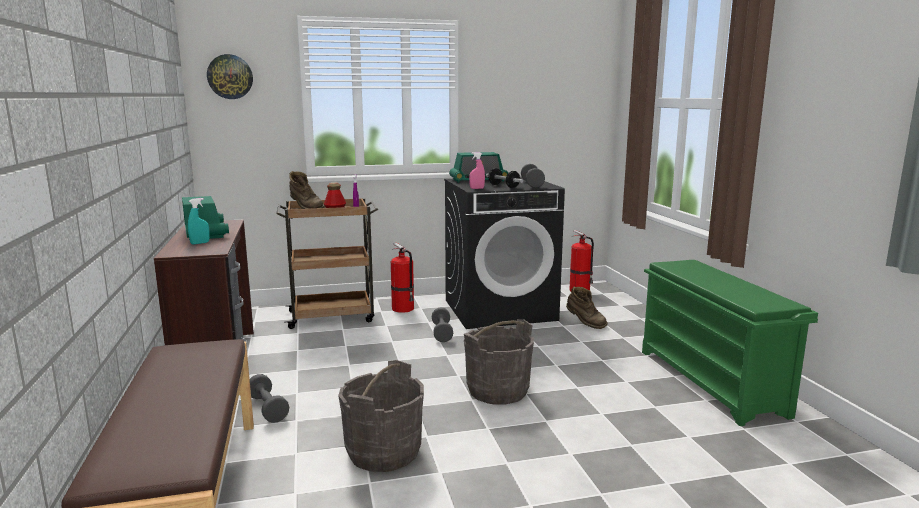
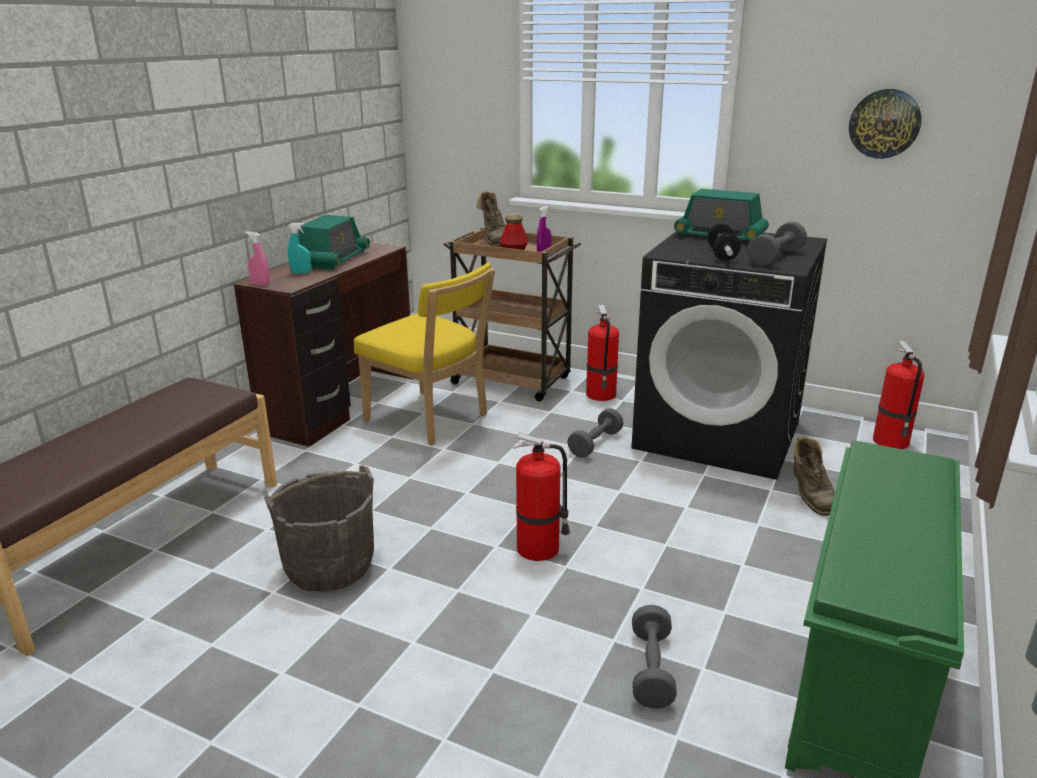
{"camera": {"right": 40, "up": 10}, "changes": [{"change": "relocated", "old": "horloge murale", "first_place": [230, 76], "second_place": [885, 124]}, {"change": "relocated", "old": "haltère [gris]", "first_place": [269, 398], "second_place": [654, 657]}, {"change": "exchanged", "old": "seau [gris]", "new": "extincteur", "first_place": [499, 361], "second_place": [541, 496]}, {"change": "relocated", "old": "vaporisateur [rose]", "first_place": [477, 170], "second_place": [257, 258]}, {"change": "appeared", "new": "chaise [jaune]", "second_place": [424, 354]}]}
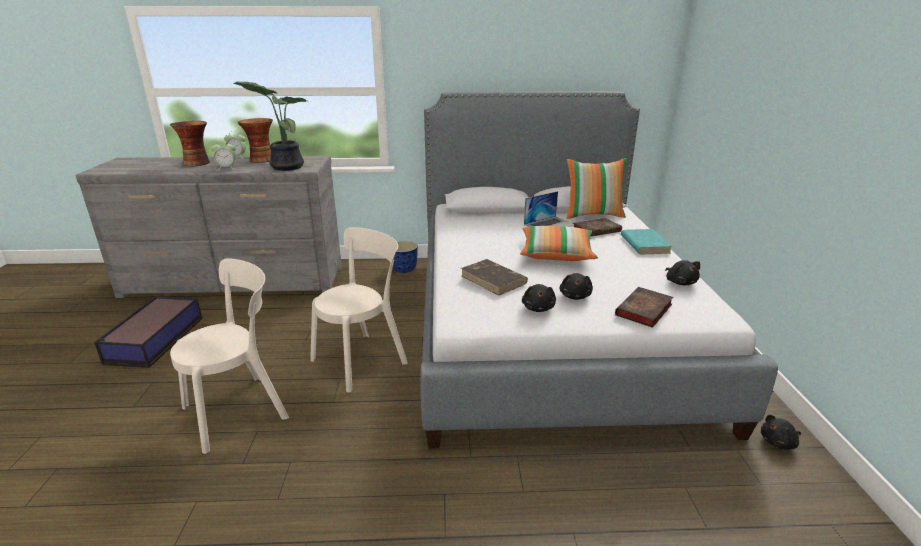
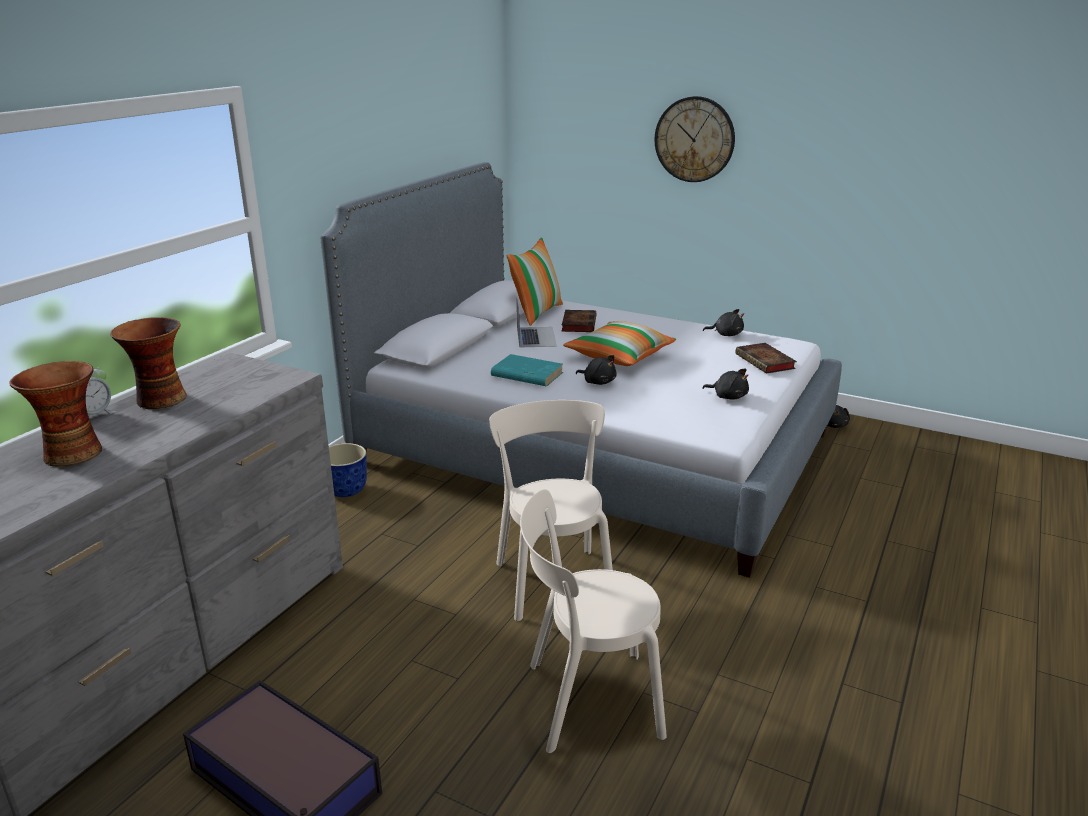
{"camera": {"right": -60, "up": 0}, "changes": [{"change": "spun", "old": "chaise [beige]", "first_place": [229, 356], "second_place": [593, 621], "degrees": -90}, {"change": "missing", "old": "réveil", "first_place": [223, 155]}, {"change": "missing", "old": "plante en pot", "first_place": [270, 126]}, {"change": "missing", "old": "livre [marron]", "first_place": [494, 277]}, {"change": "relocated", "old": "peluche [noir]", "first_place": [576, 286], "second_place": [596, 370]}, {"change": "relocated", "old": "livre [turquoise]", "first_place": [646, 241], "second_place": [527, 370]}, {"change": "appeared", "new": "horloge murale", "second_place": [694, 139]}]}
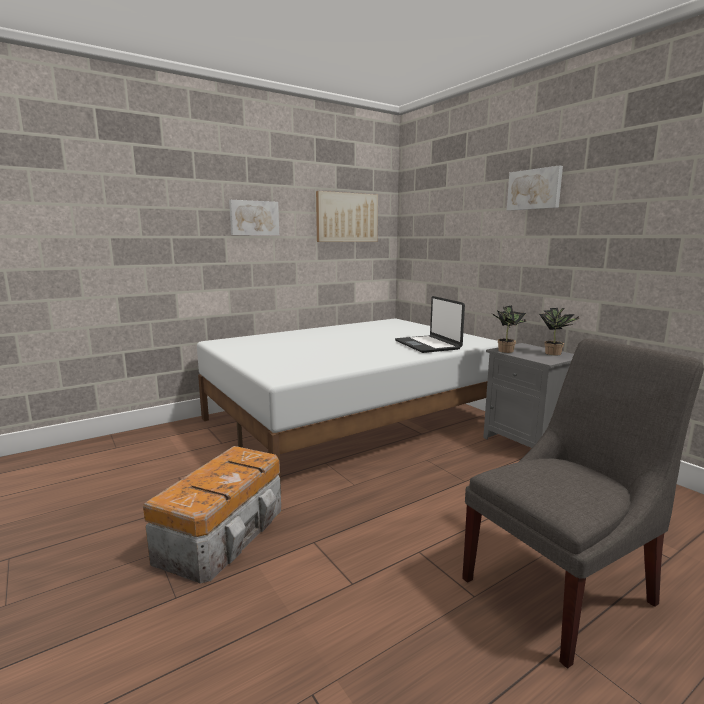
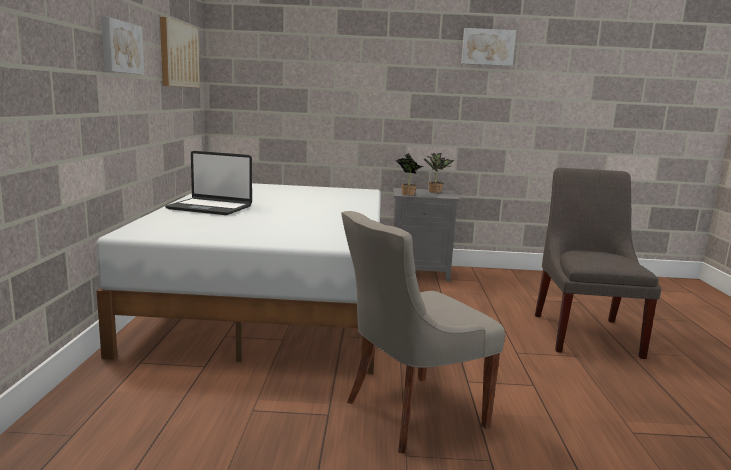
{"camera": {"right": -55, "up": 0}, "changes": [{"change": "exchanged", "old": "boîte de rangement", "new": "chaise [gris]", "first_place": [212, 515], "second_place": [423, 332]}, {"change": "relocated", "old": "ordinateur portable", "first_place": [430, 324], "second_place": [208, 183]}, {"change": "relocated", "old": "tableau", "first_place": [535, 188], "second_place": [488, 47]}]}
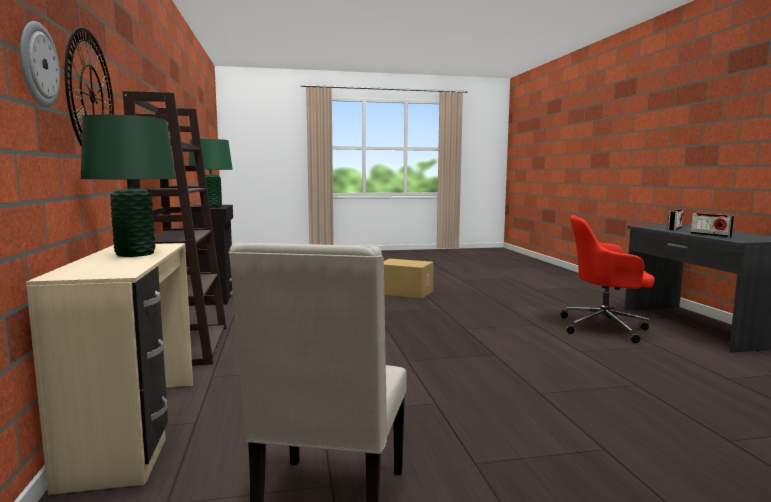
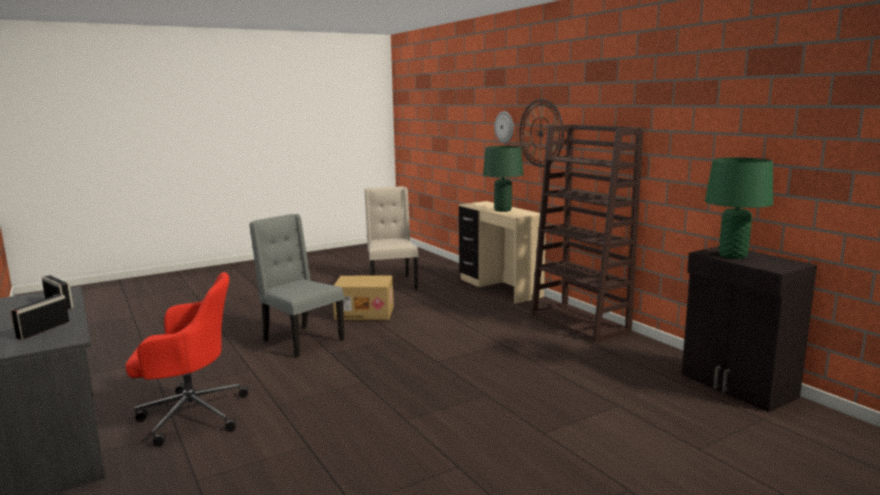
{"camera": {"right": 160, "up": 5}, "changes": [{"change": "relocated", "old": "carton", "first_place": [409, 279], "second_place": [363, 297]}, {"change": "appeared", "new": "chaise [gris]", "second_place": [296, 285]}]}
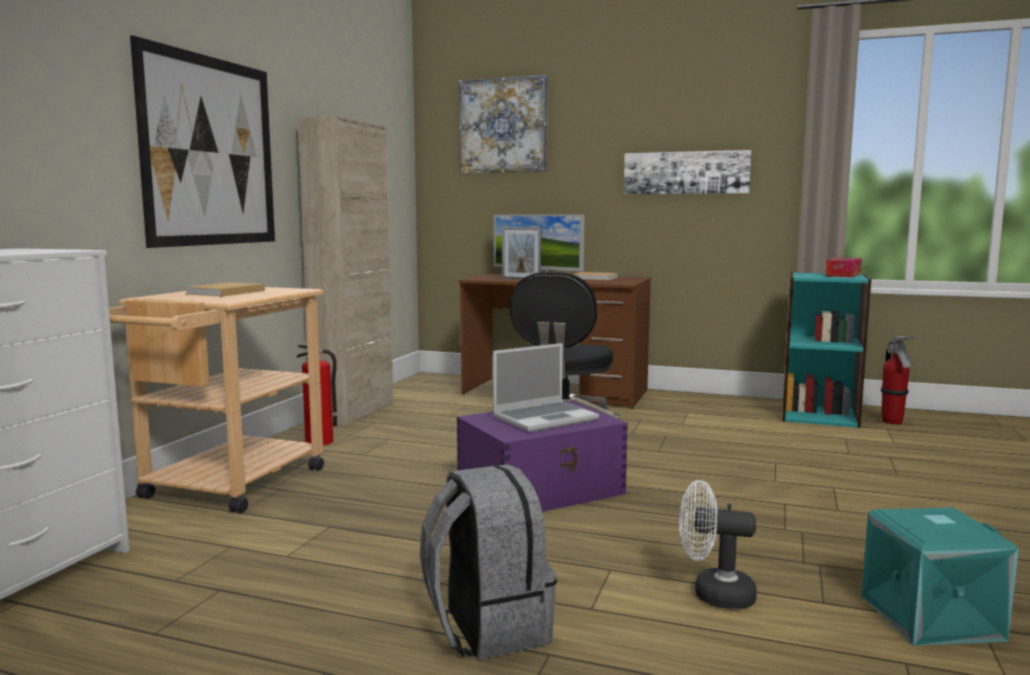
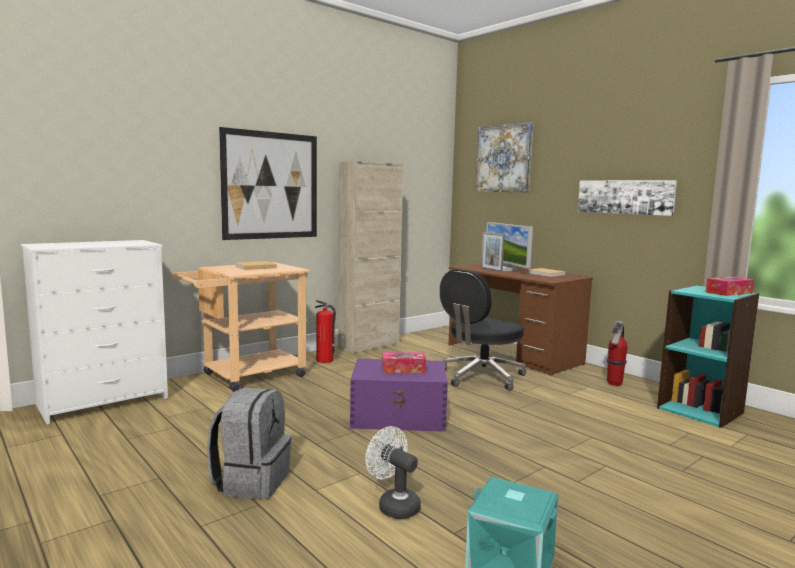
{"camera": {"right": 30, "up": 0}, "changes": [{"change": "exchanged", "old": "ordinateur portable", "new": "boîte à mouchoirs", "first_place": [546, 387], "second_place": [404, 362]}, {"change": "relocated", "old": "extincteur", "first_place": [898, 380], "second_place": [617, 353]}]}
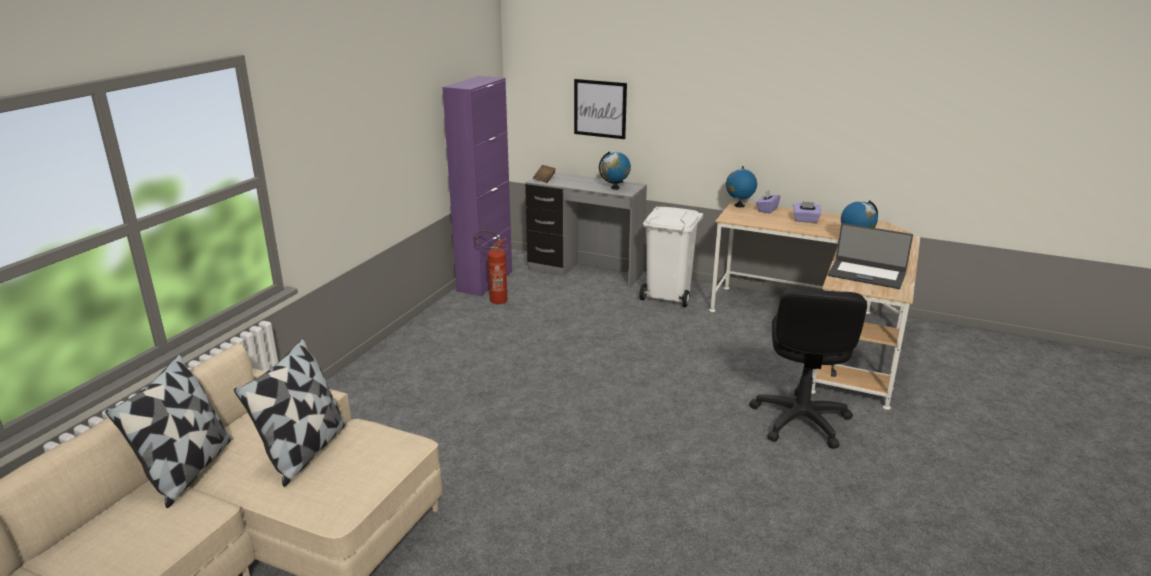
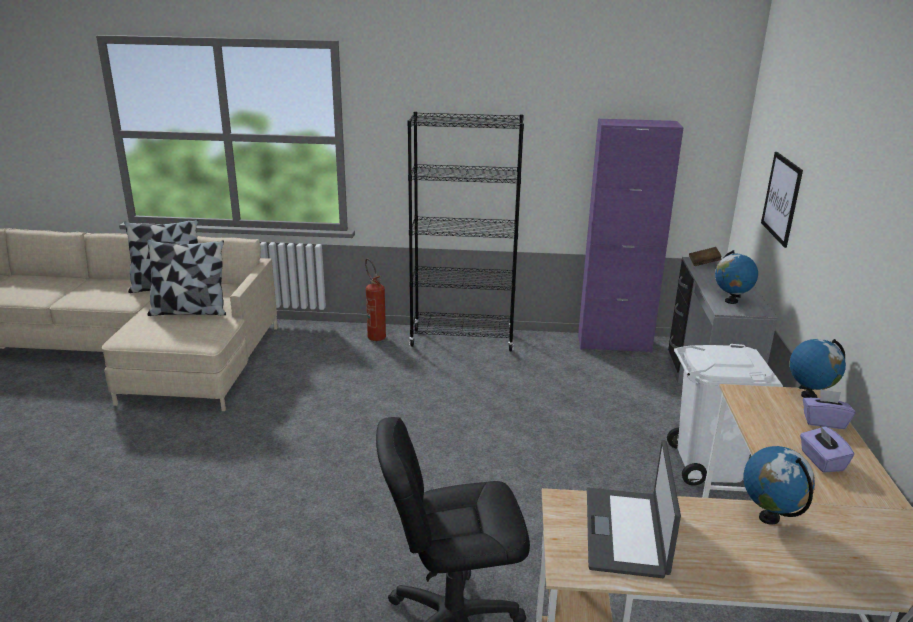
{"camera": {"right": 70, "up": 0}, "changes": [{"change": "relocated", "old": "extincteur", "first_place": [491, 267], "second_place": [375, 299]}, {"change": "appeared", "new": "bibliothèque [noir]", "second_place": [465, 231]}]}
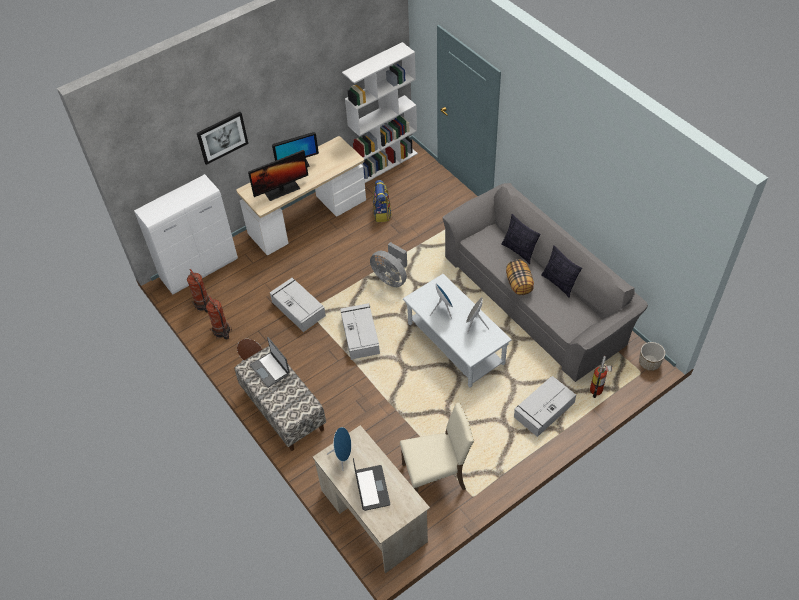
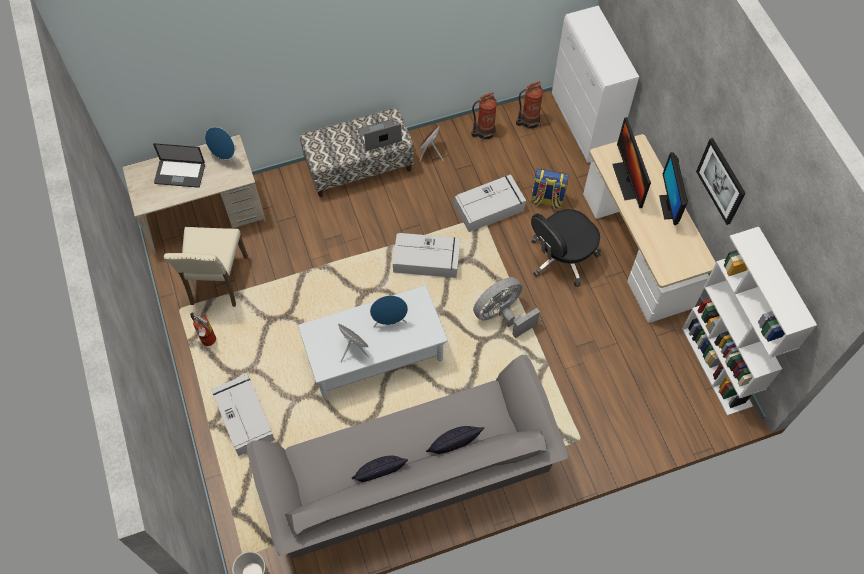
{"camera": {"right": 105, "up": 10}, "changes": [{"change": "relocated", "old": "tableau", "first_place": [223, 138], "second_place": [721, 181]}, {"change": "relocated", "old": "sac à dos", "first_place": [382, 201], "second_place": [550, 189]}, {"change": "missing", "old": "coussin", "first_place": [520, 277]}, {"change": "relocated", "old": "extincteur", "first_place": [601, 377], "second_place": [203, 329]}, {"change": "appeared", "new": "chaise de bureau [noir]", "second_place": [566, 248]}]}
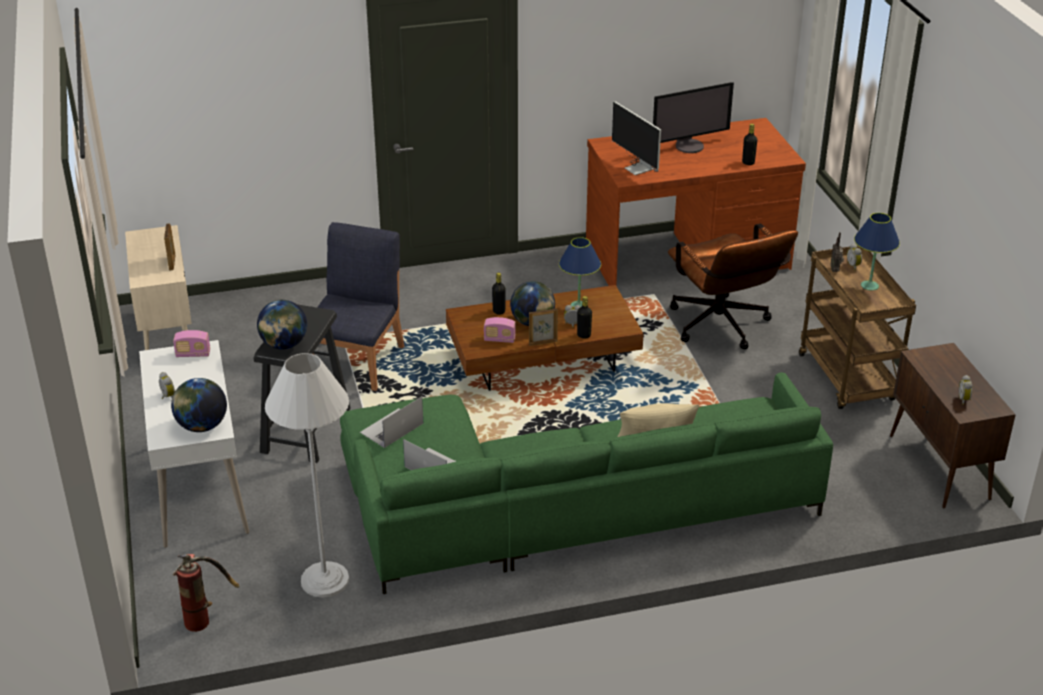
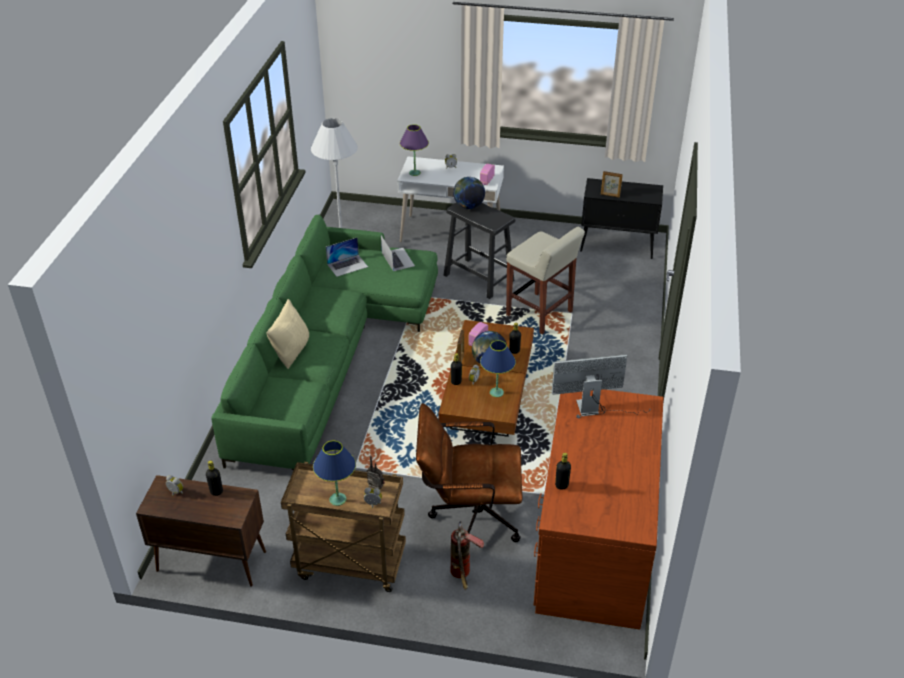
{"camera": {"right": 115, "up": 5}, "changes": [{"change": "colour", "old": "meuble de rangement [beige]", "new": "meuble de rangement [noir]", "first_place": [158, 287], "second_place": [621, 218]}, {"change": "exchanged", "old": "globe", "new": "lampe de table [violet]", "first_place": [199, 405], "second_place": [414, 150]}, {"change": "relocated", "old": "extincteur", "first_place": [206, 593], "second_place": [467, 555]}, {"change": "exchanged", "old": "chaise [bleu]", "new": "tabouret [beige]", "first_place": [359, 306], "second_place": [545, 281]}, {"change": "missing", "old": "écran d'ordinateur", "first_place": [693, 117]}, {"change": "appeared", "new": "bouteille [noir]", "second_place": [214, 478]}]}
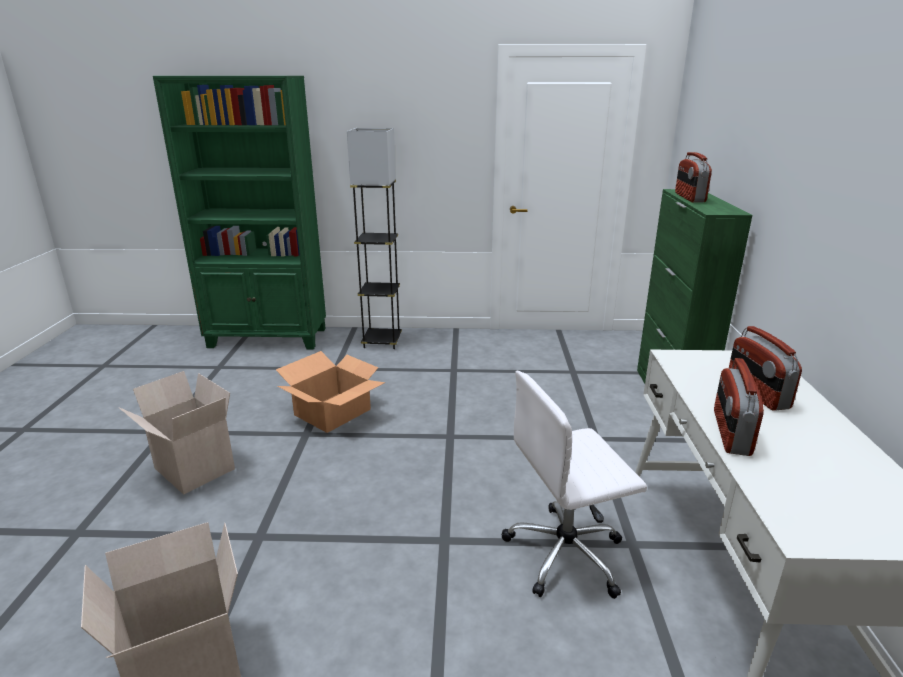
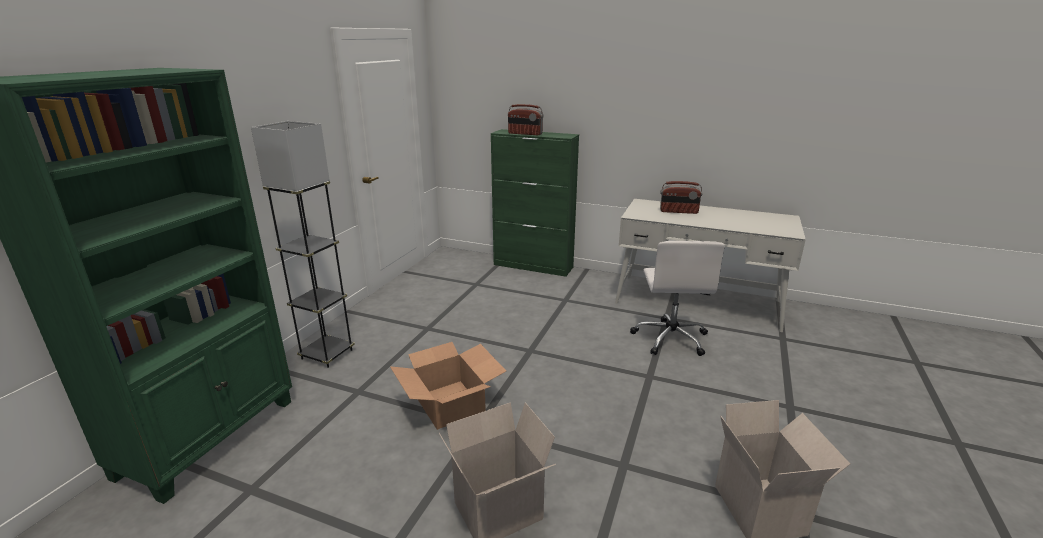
{"camera": {"right": -70, "up": 0}, "changes": [{"change": "missing", "old": "radio", "first_place": [739, 407]}]}
